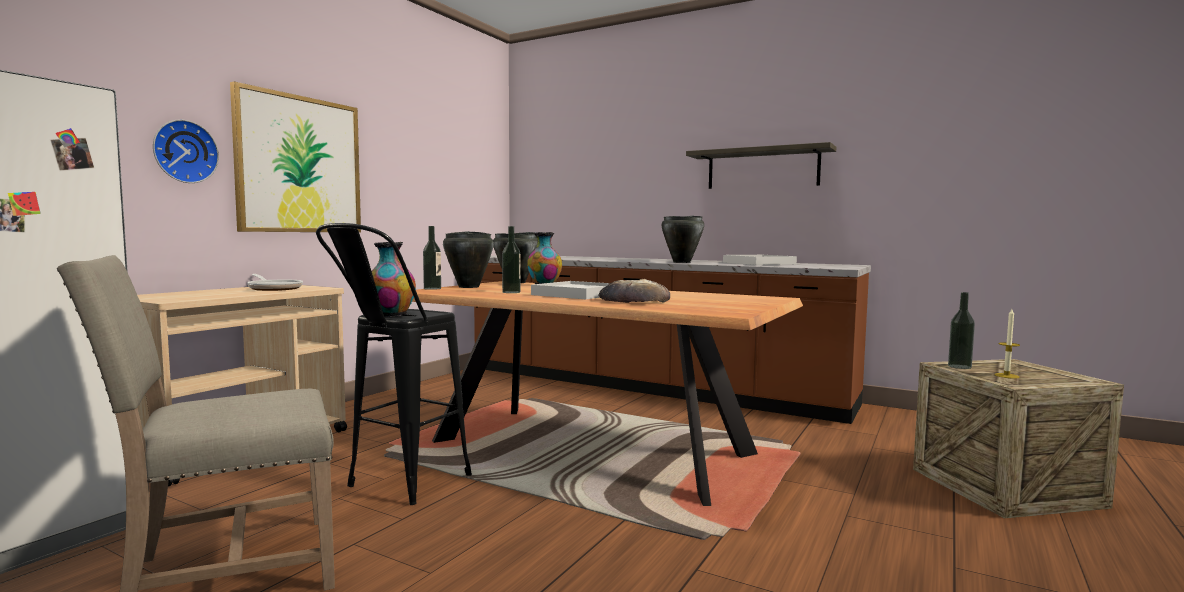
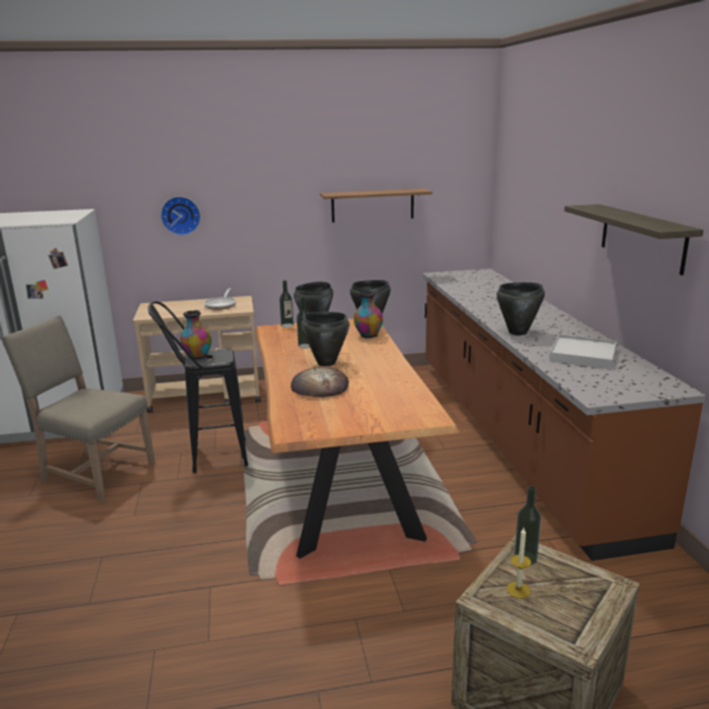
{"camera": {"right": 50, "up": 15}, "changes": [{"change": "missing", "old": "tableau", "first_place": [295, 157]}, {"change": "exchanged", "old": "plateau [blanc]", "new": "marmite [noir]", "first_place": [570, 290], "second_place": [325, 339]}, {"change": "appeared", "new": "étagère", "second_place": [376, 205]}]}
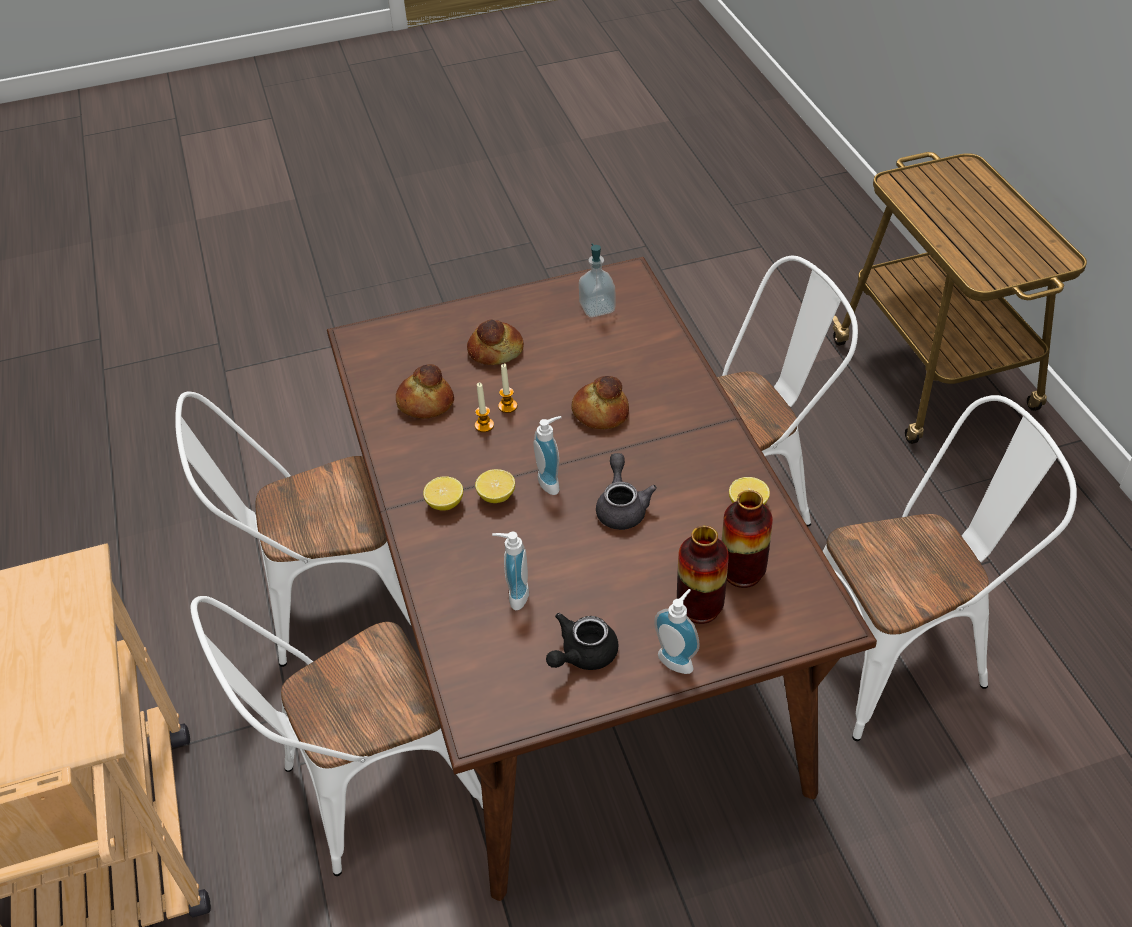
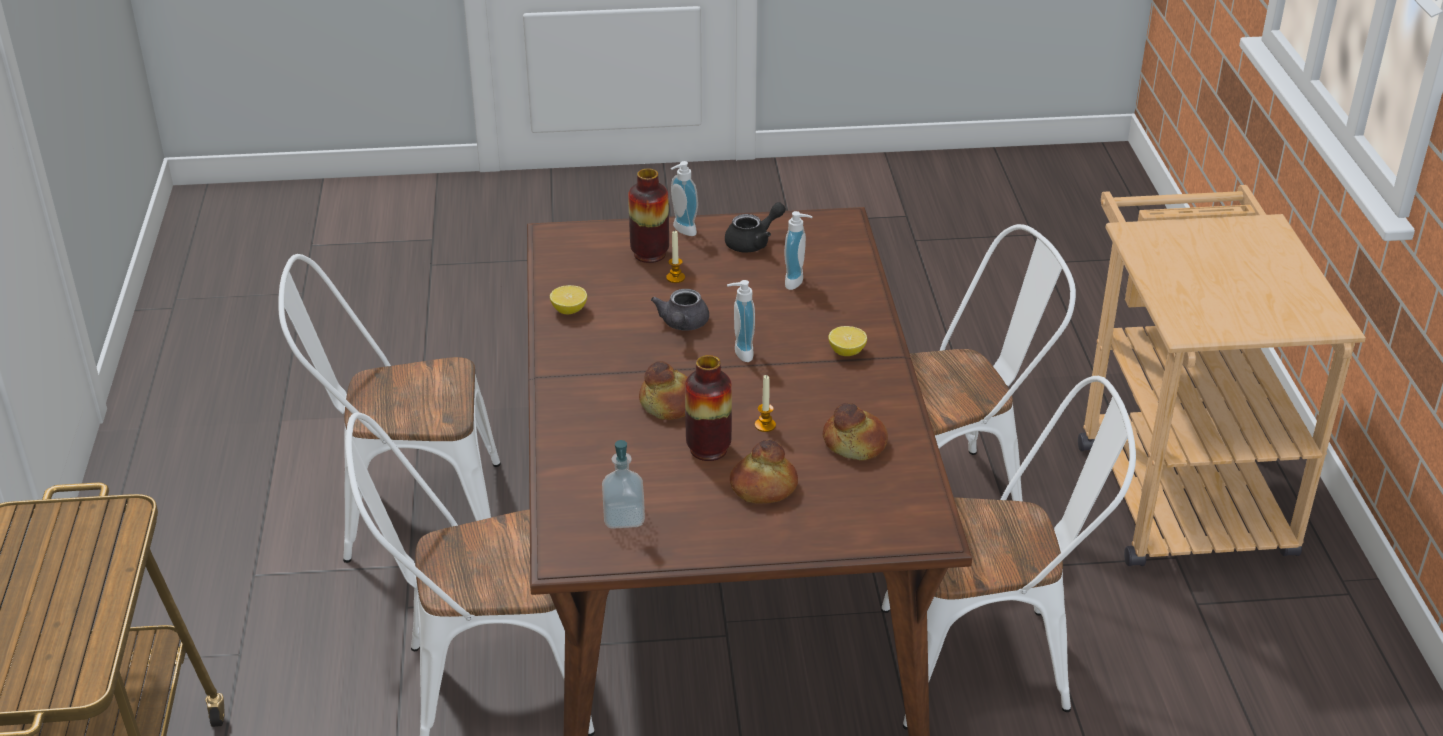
{"camera": {"right": -170, "up": -10}, "changes": [{"change": "relocated", "old": "bougie", "first_place": [484, 407], "second_place": [675, 257]}, {"change": "missing", "old": "citron", "first_place": [495, 486]}, {"change": "relocated", "old": "vase", "first_place": [747, 539], "second_place": [708, 408]}]}
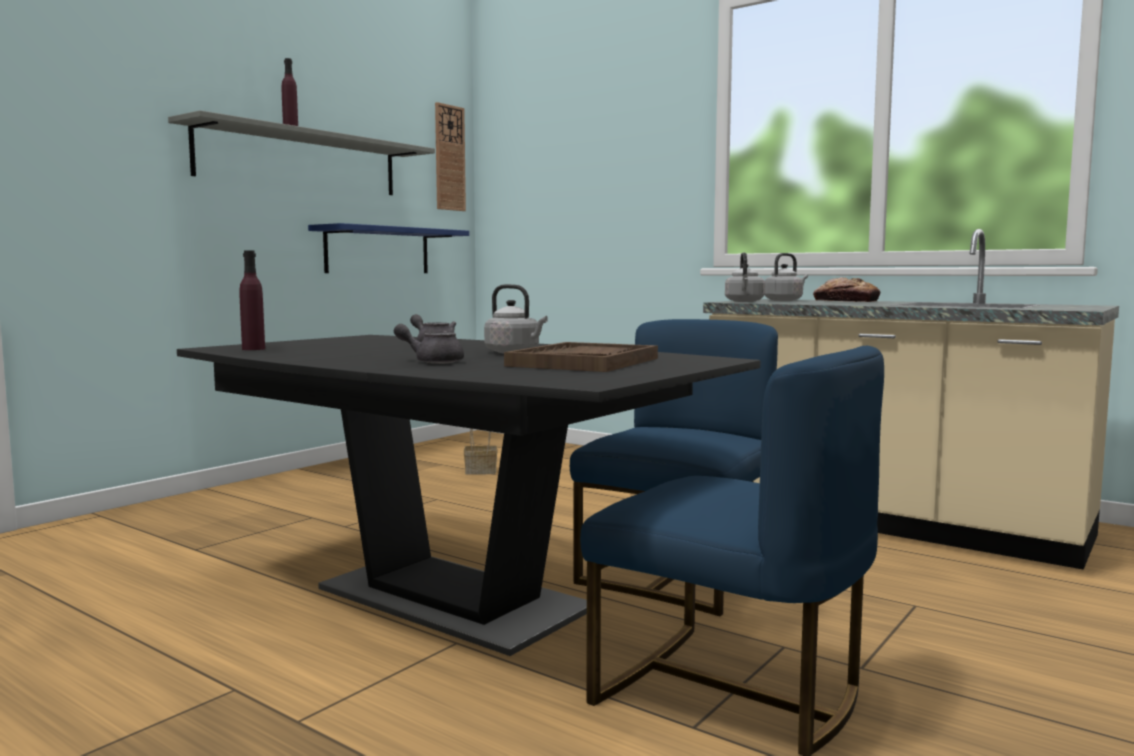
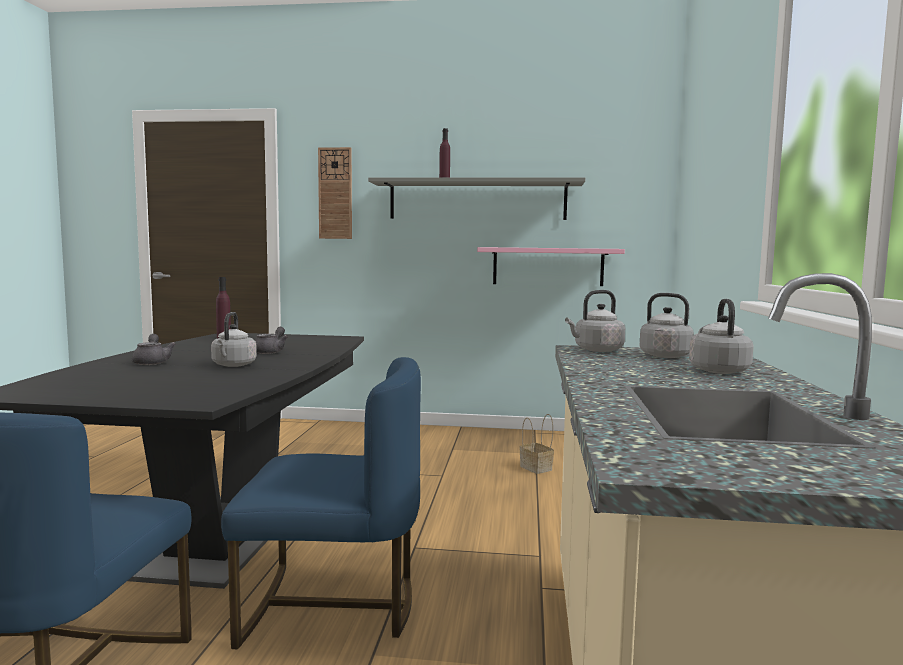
{"camera": {"right": 60, "up": 0}, "changes": [{"change": "colour", "old": "étagère [bleu]", "new": "étagère [rose]", "first_place": [388, 248], "second_place": [551, 266]}, {"change": "relocated", "old": "horloge murale", "first_place": [450, 156], "second_place": [335, 193]}, {"change": "missing", "old": "plateau [marron]", "first_place": [581, 357]}, {"change": "exchanged", "old": "pain", "new": "bouilloire [gris]", "first_place": [846, 289], "second_place": [721, 336]}]}
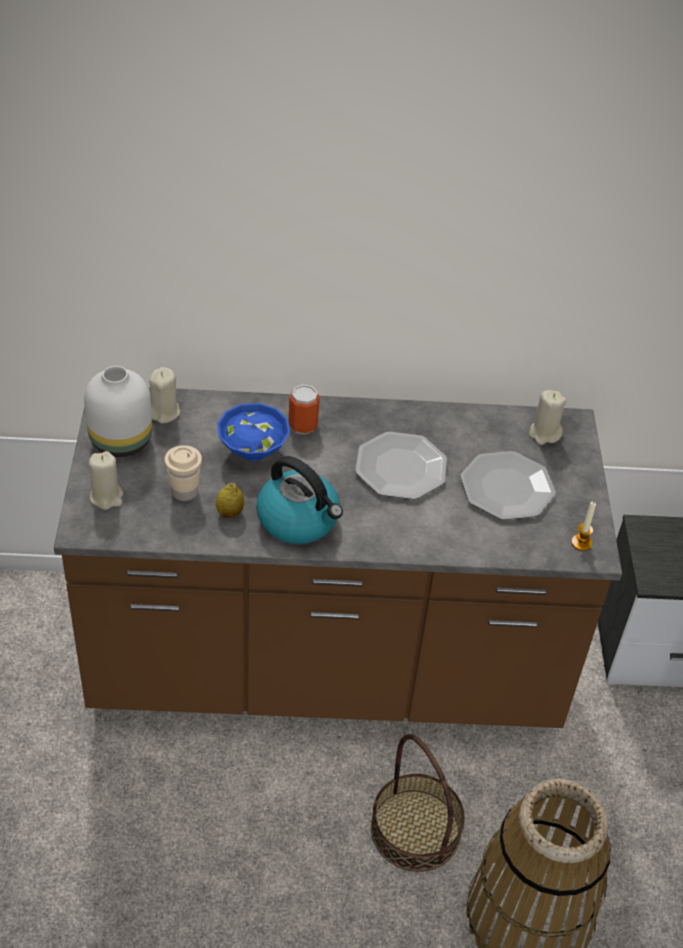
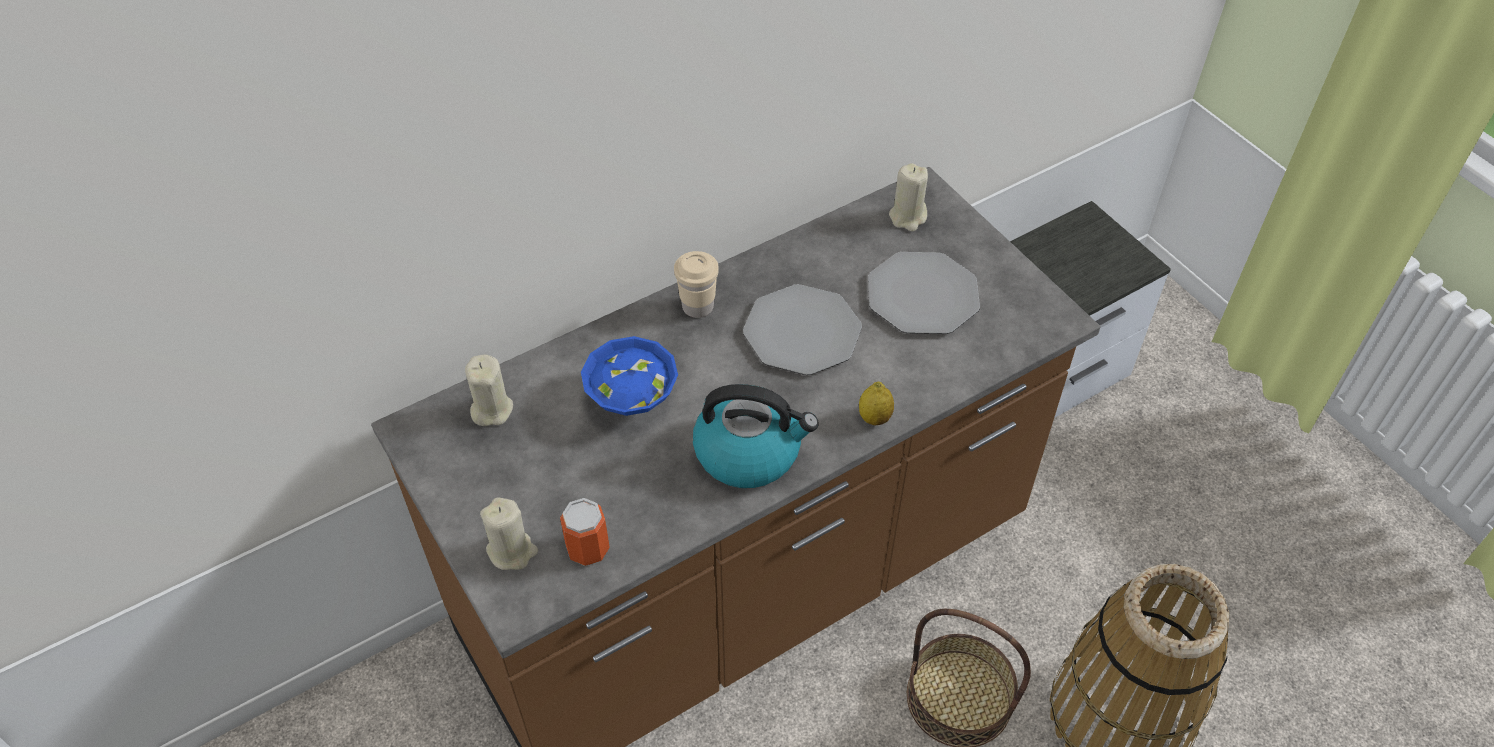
{"camera": {"right": -30, "up": 5}, "changes": [{"change": "missing", "old": "vase [blanc]", "first_place": [118, 411]}, {"change": "relocated", "old": "tasse [beige]", "first_place": [183, 473], "second_place": [696, 284]}, {"change": "relocated", "old": "citron", "first_place": [230, 500], "second_place": [876, 403]}, {"change": "relocated", "old": "boîte métallique", "first_place": [304, 409], "second_place": [585, 532]}, {"change": "missing", "old": "bougie", "first_place": [583, 526]}]}
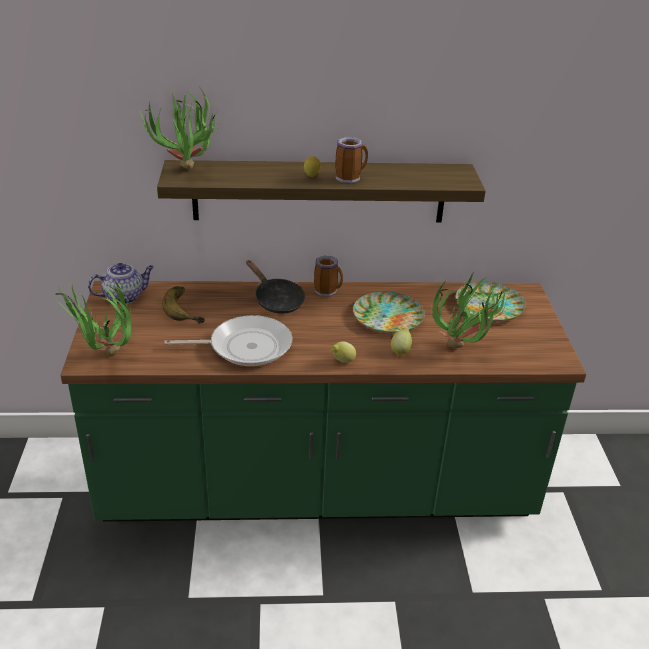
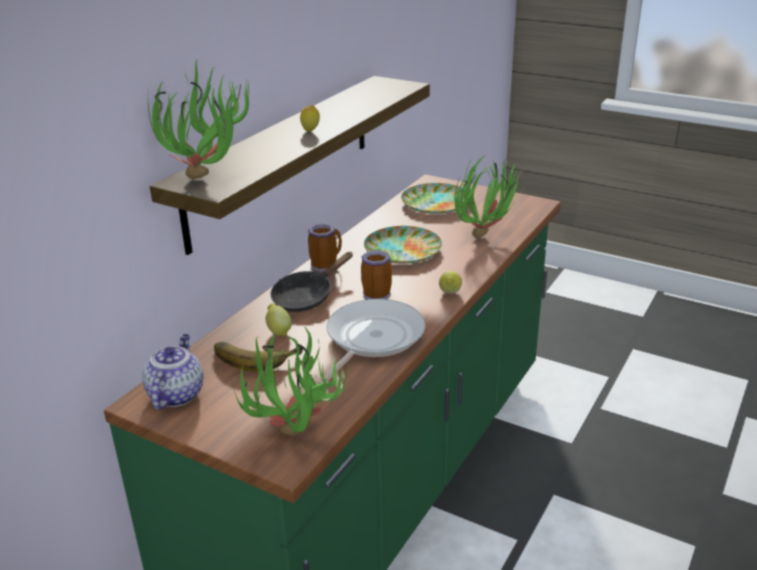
{"camera": {"right": -55, "up": -5}, "changes": [{"change": "spun", "old": "poêle [noir]", "first_place": [275, 287], "second_place": [311, 282], "degrees": 135}, {"change": "relocated", "old": "mug", "first_place": [351, 160], "second_place": [376, 275]}, {"change": "relocated", "old": "citron", "first_place": [401, 342], "second_place": [278, 319]}]}
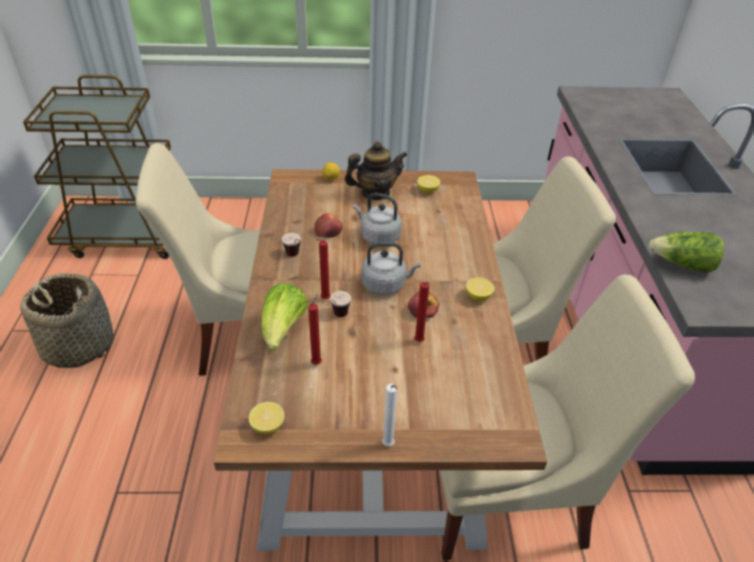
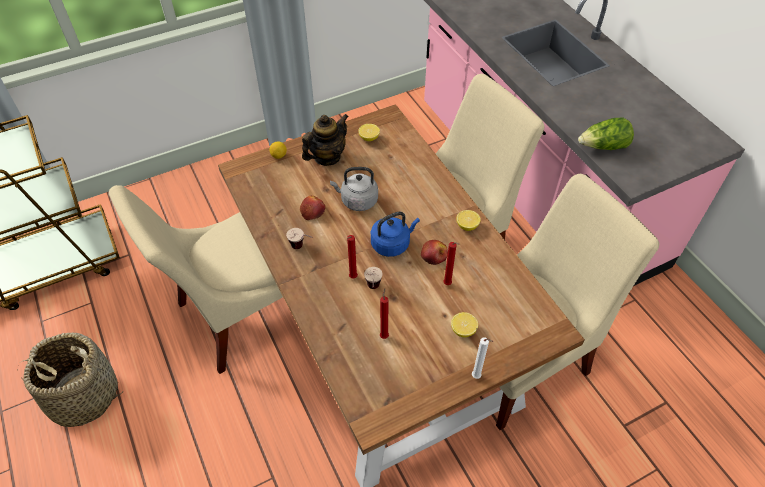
{"camera": {"right": -25, "up": 10}, "changes": [{"change": "relocated", "old": "citron", "first_place": [266, 418], "second_place": [464, 324]}, {"change": "missing", "old": "laitue", "first_place": [284, 316]}, {"change": "colour", "old": "bouilloire [gris]", "new": "bouilloire [bleu]", "first_place": [391, 268], "second_place": [395, 234]}]}
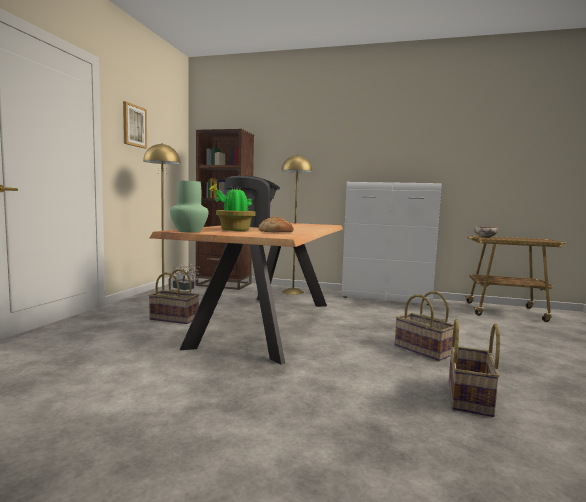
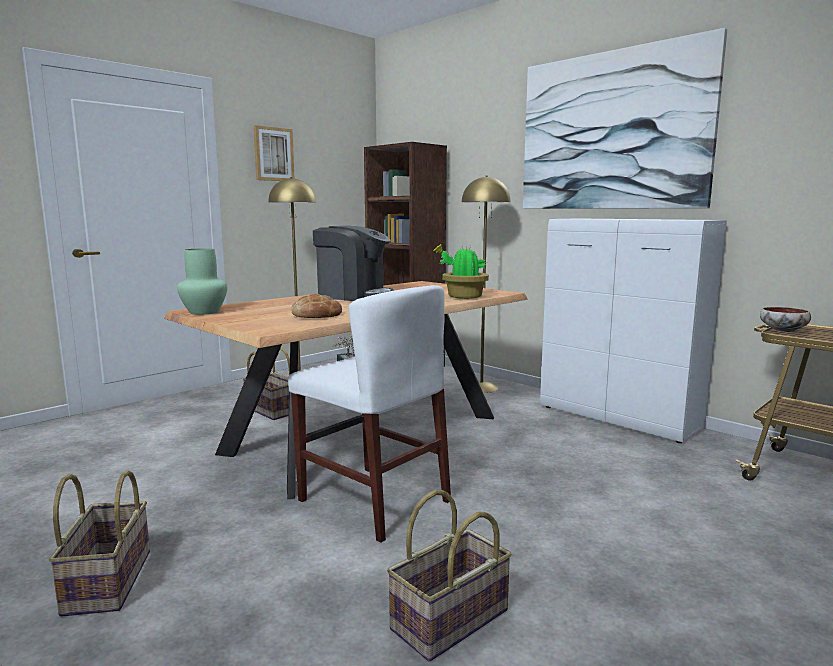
{"camera": {"right": 30, "up": 5}, "changes": [{"change": "relocated", "old": "plante en pot", "first_place": [232, 207], "second_place": [461, 271]}, {"change": "relocated", "old": "panier", "first_place": [424, 326], "second_place": [99, 543]}, {"change": "appeared", "new": "chaise [blanc]", "second_place": [369, 414]}, {"change": "appeared", "new": "tableau", "second_place": [625, 118]}]}
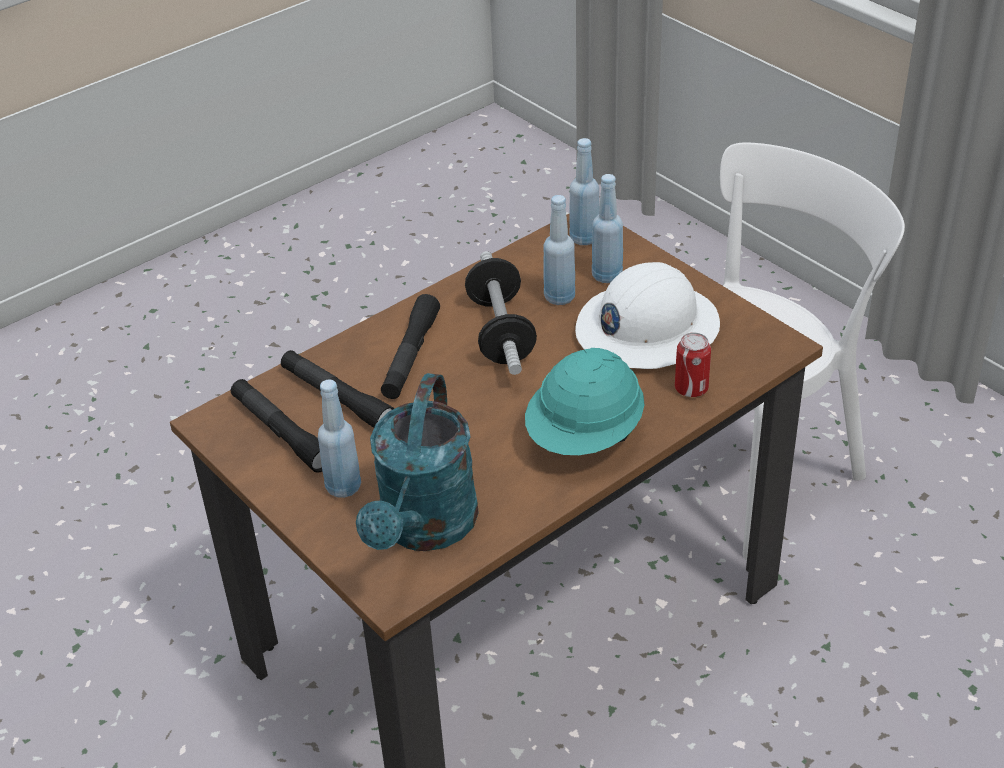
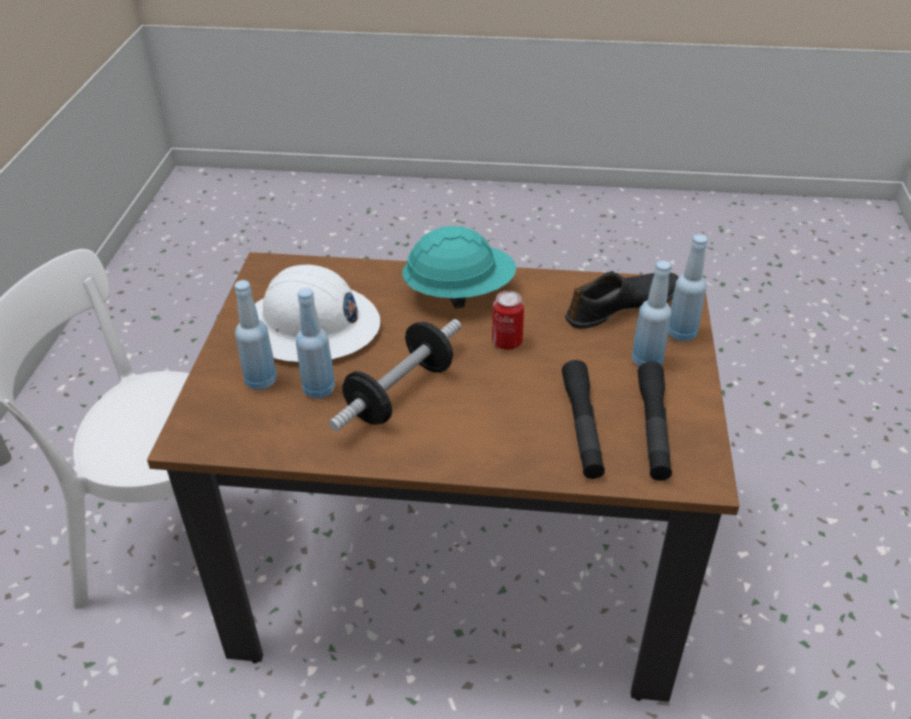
{"camera": {"right": -135, "up": 0}, "changes": [{"change": "exchanged", "old": "arrosoir [turquoise]", "new": "chaussure [noir]", "first_place": [417, 462], "second_place": [622, 300]}, {"change": "missing", "old": "lampe de poche [noir]", "first_place": [410, 346]}, {"change": "relocated", "old": "bouteille [bleu]", "first_place": [584, 191], "second_place": [688, 288]}, {"change": "relocated", "old": "boîte métallique", "first_place": [693, 364], "second_place": [508, 320]}]}
